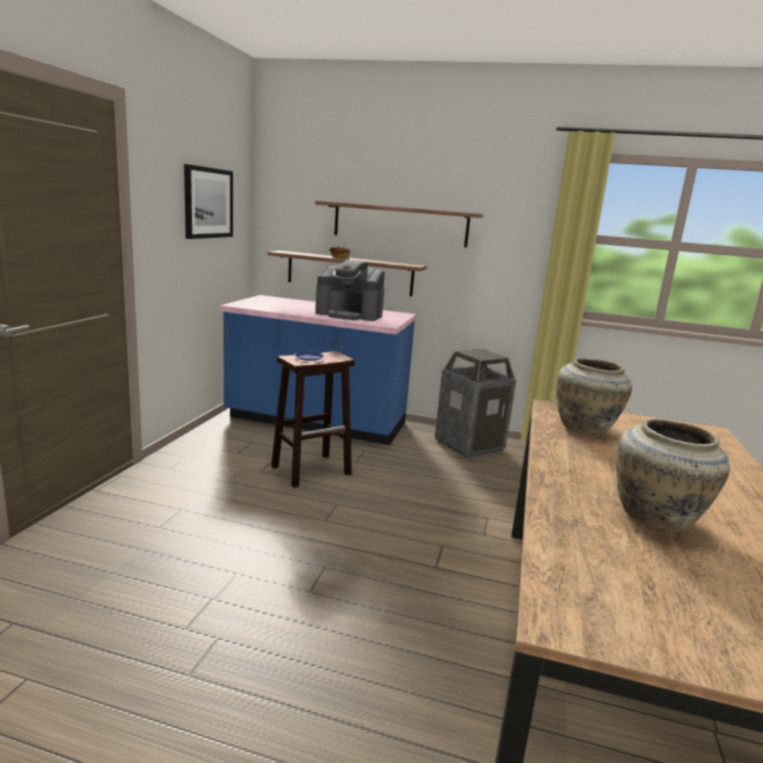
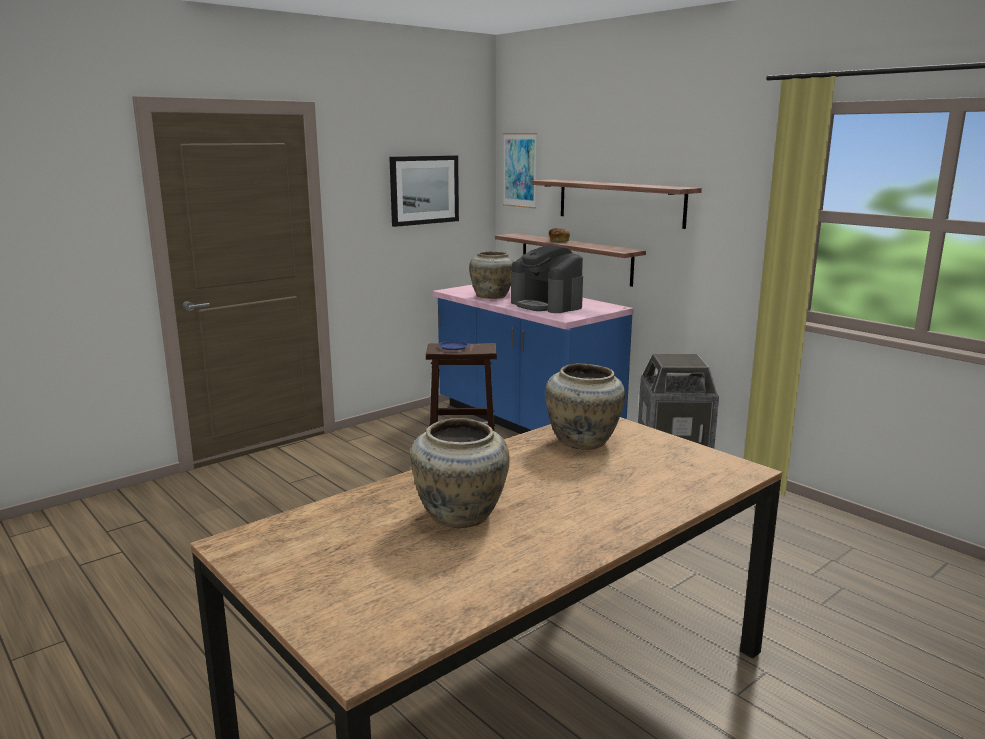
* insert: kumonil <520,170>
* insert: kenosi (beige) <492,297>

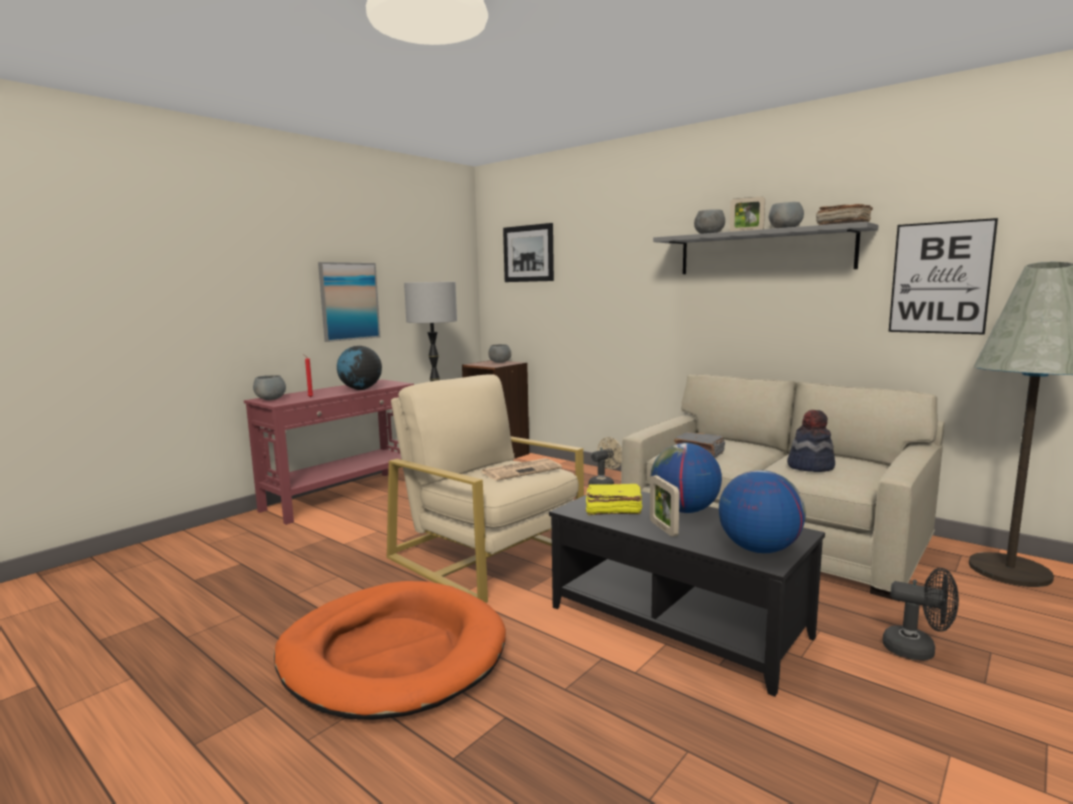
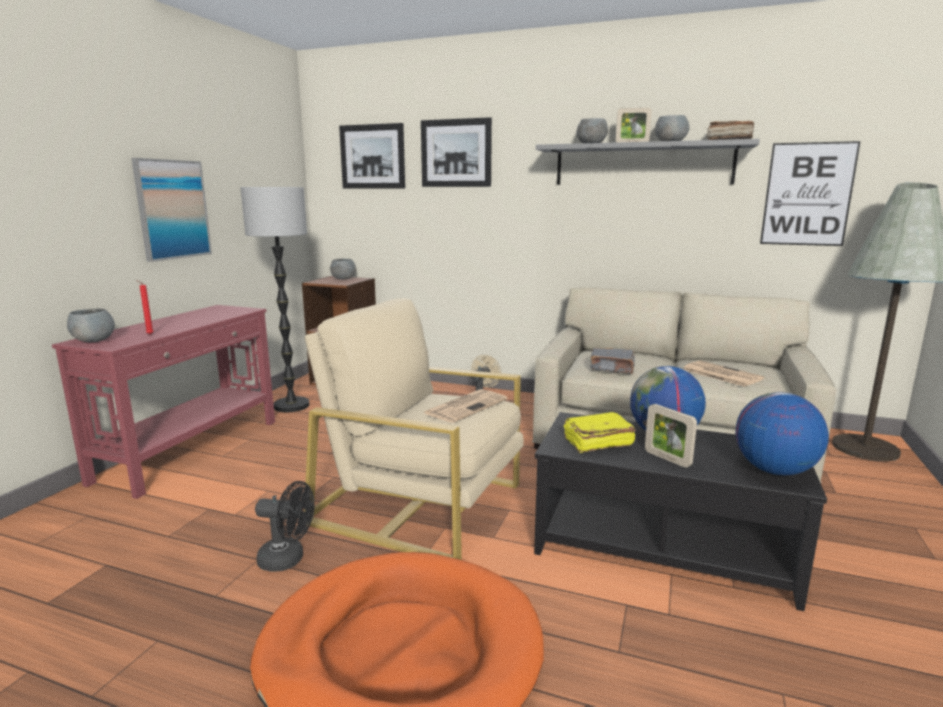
* delete: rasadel <360,389>
* replace: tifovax <810,466> to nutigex <720,374>
* move: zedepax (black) <918,650> to <288,560>
* insert: kumonil <456,153>

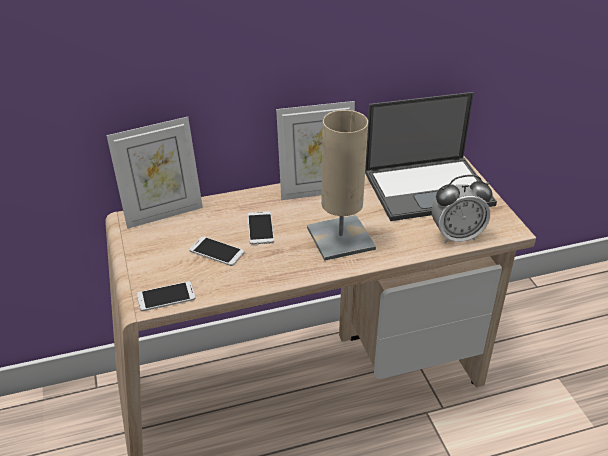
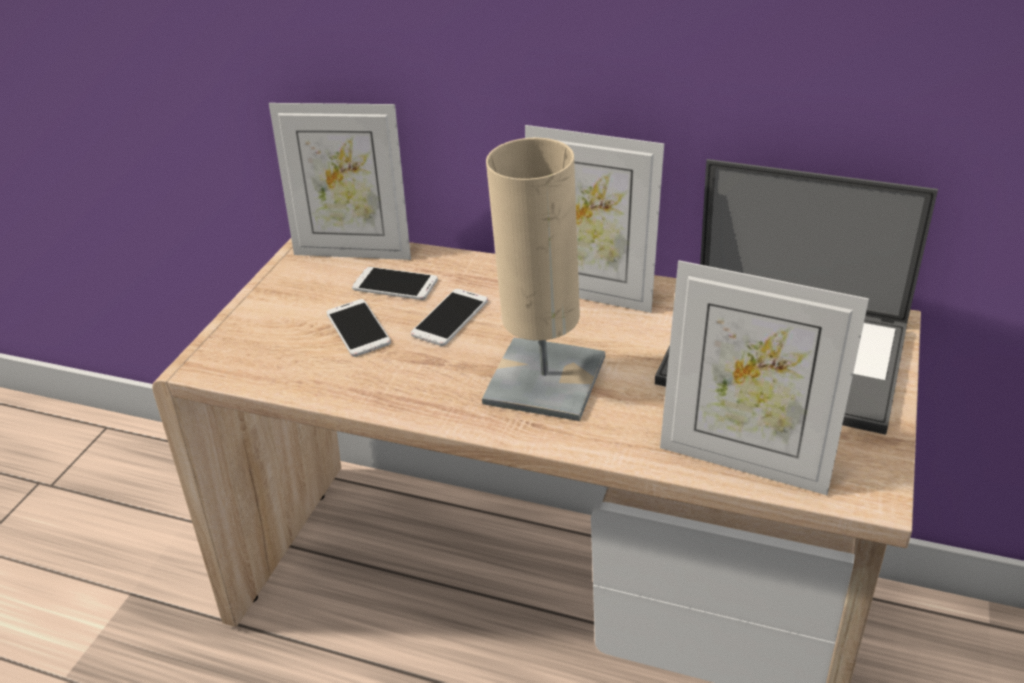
* replace: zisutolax <456,236> to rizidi <745,458>
* move: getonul <166,297> to <395,284>

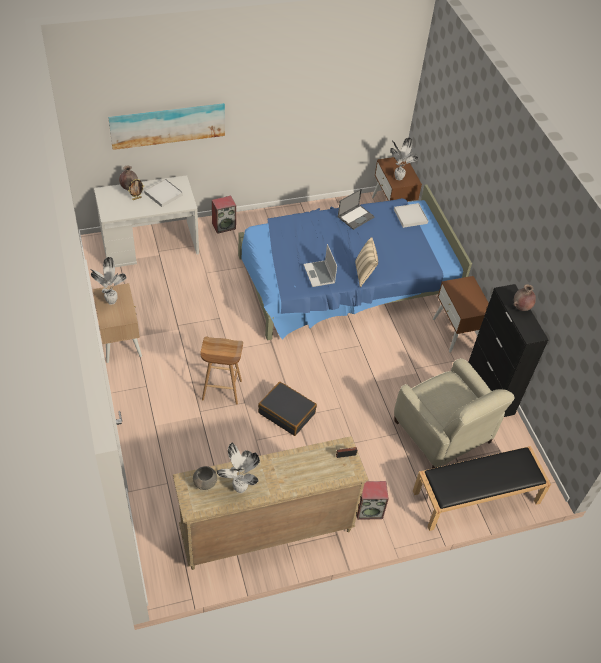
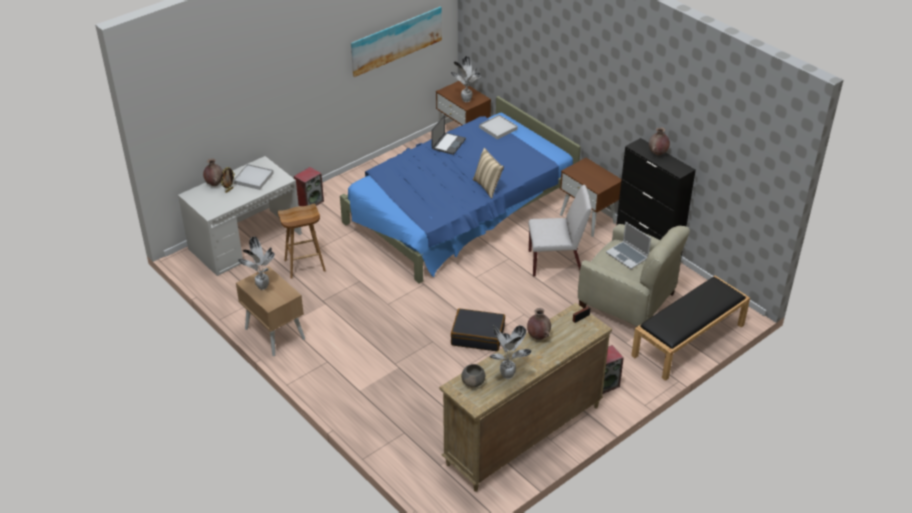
* move: kumonil <167,124> to <395,40>
* move: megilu <319,274> to <628,256>
* move: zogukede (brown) <221,390> to <304,266>
* insert: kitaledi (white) <556,262>
* insert: kenosi (brown) <538,336>

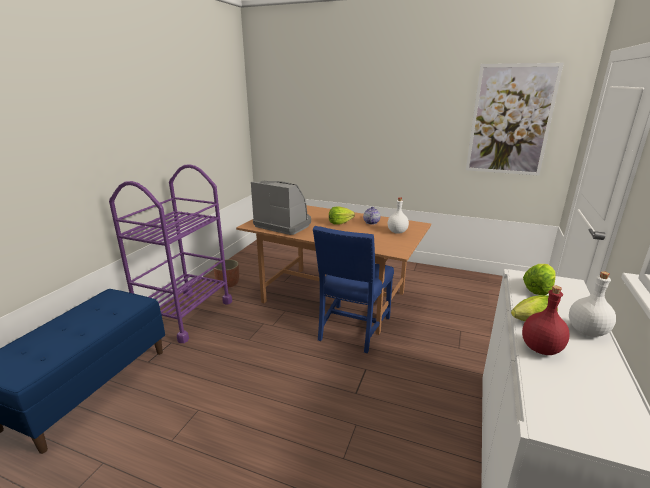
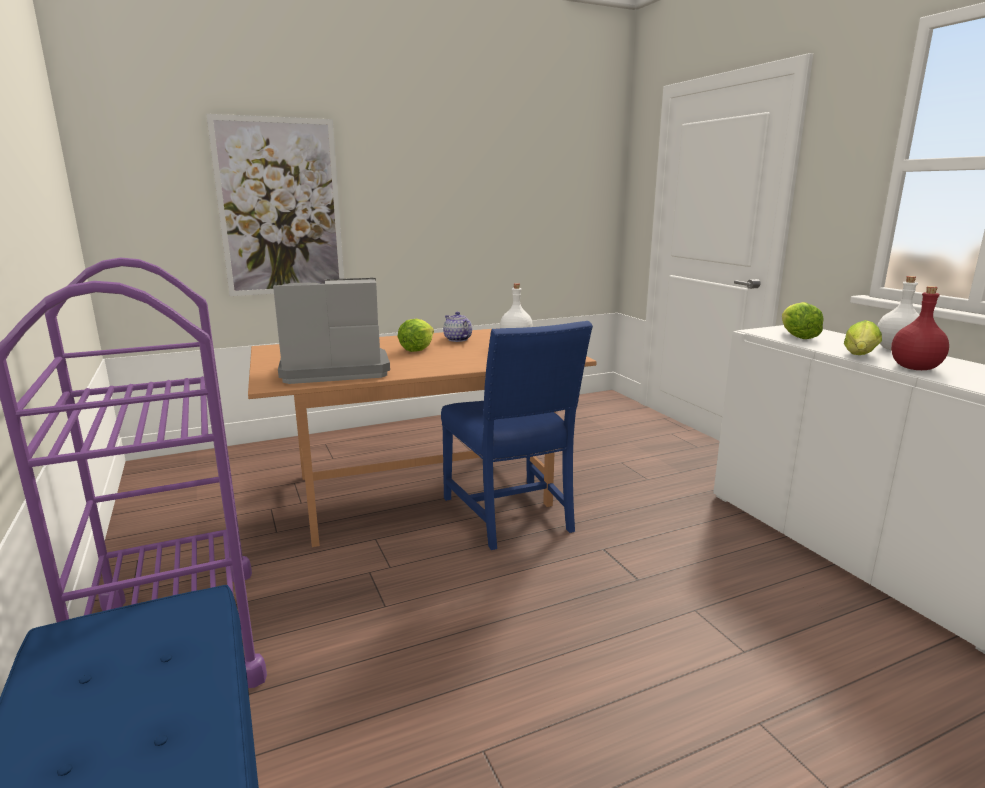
* move: kumonil <510,120> to <280,208>
* delete: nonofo <228,283>

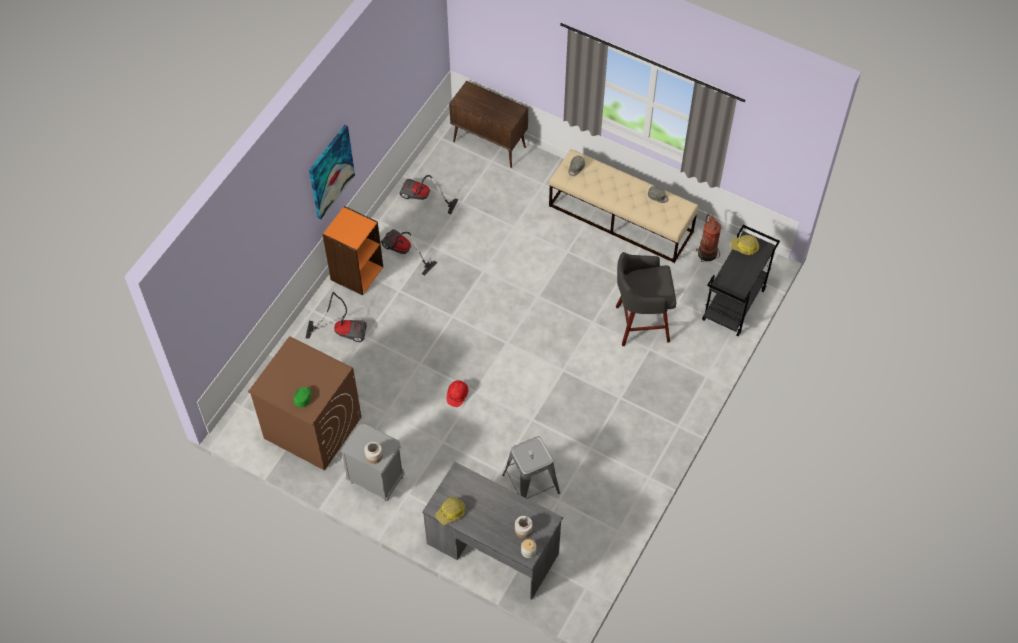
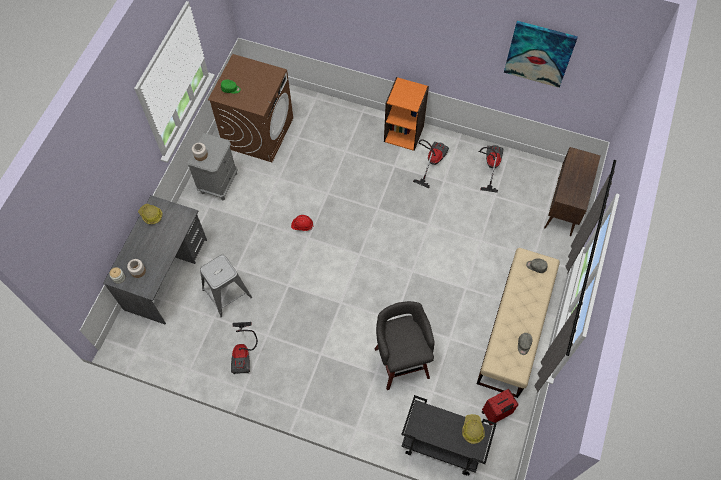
* move: kumonil <331,172> to <539,54>
* replace: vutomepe <707,252> to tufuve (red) <496,413>
* move: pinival <342,330> to <244,353>

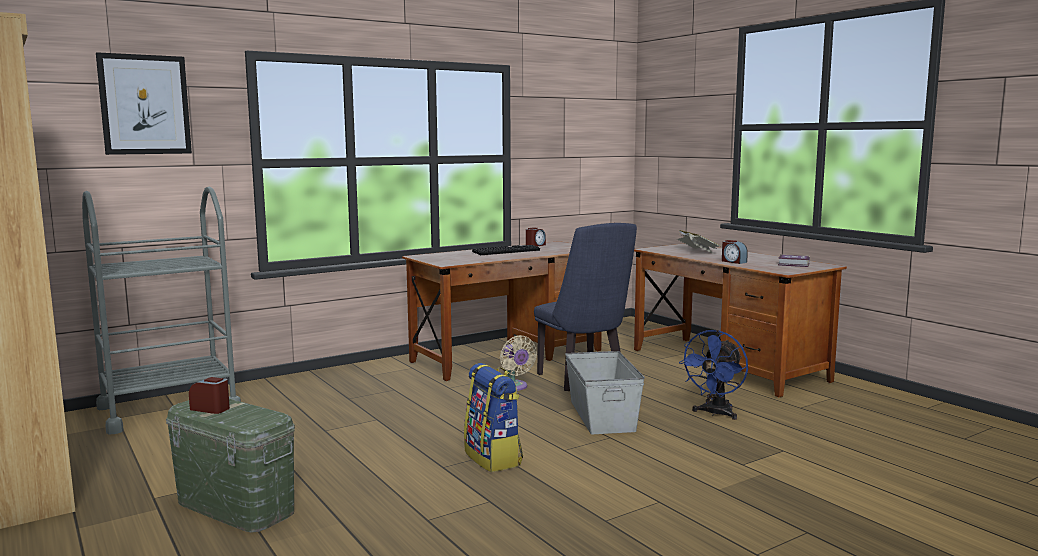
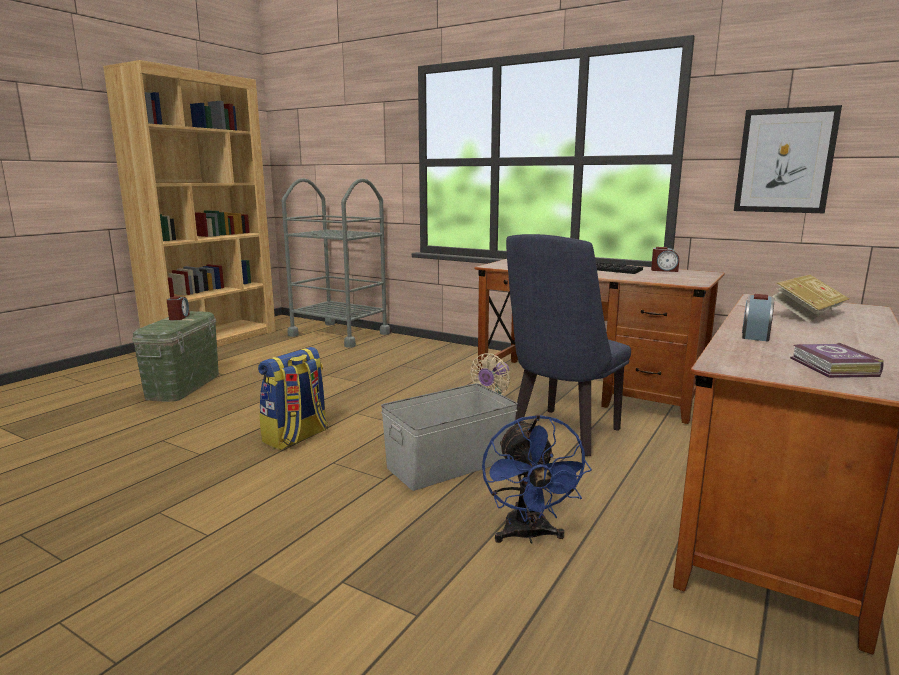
* move: kumonil <145,105> to <785,161>
* rotate: zedepax (blue) <715,414> = <528,536> 105 degrees counterclockwise

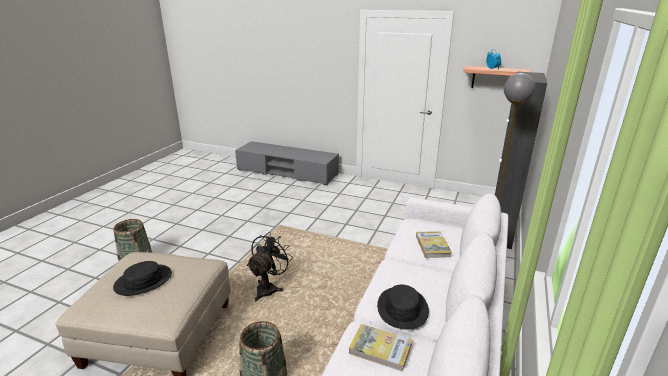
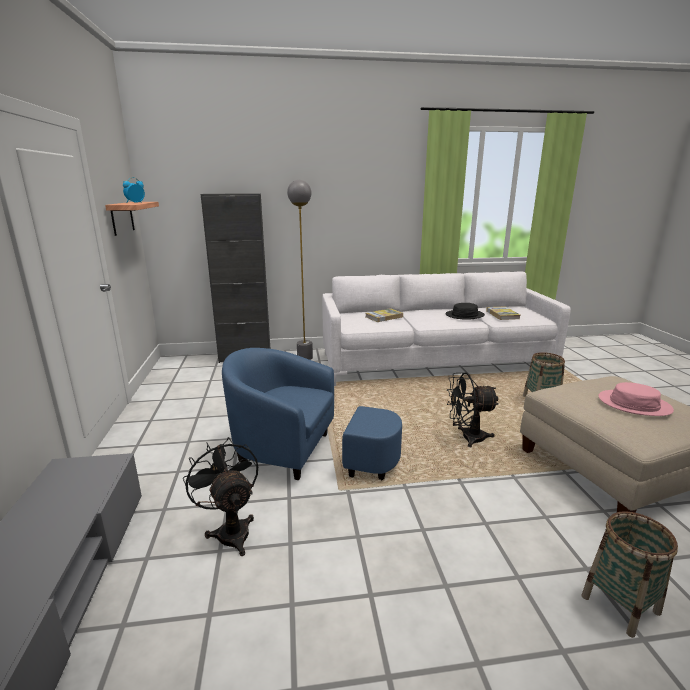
* recolor: tifovax (black) <143,281> to tifovax (pink) <634,404>
* insert: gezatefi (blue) <303,453>
* insert: zedepax (black) <231,530>

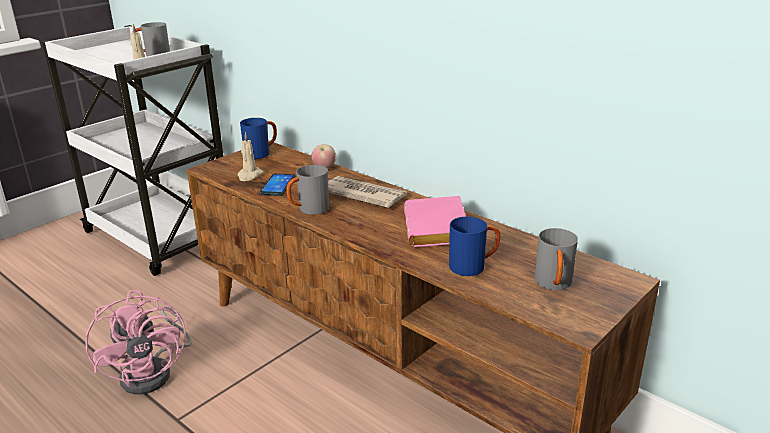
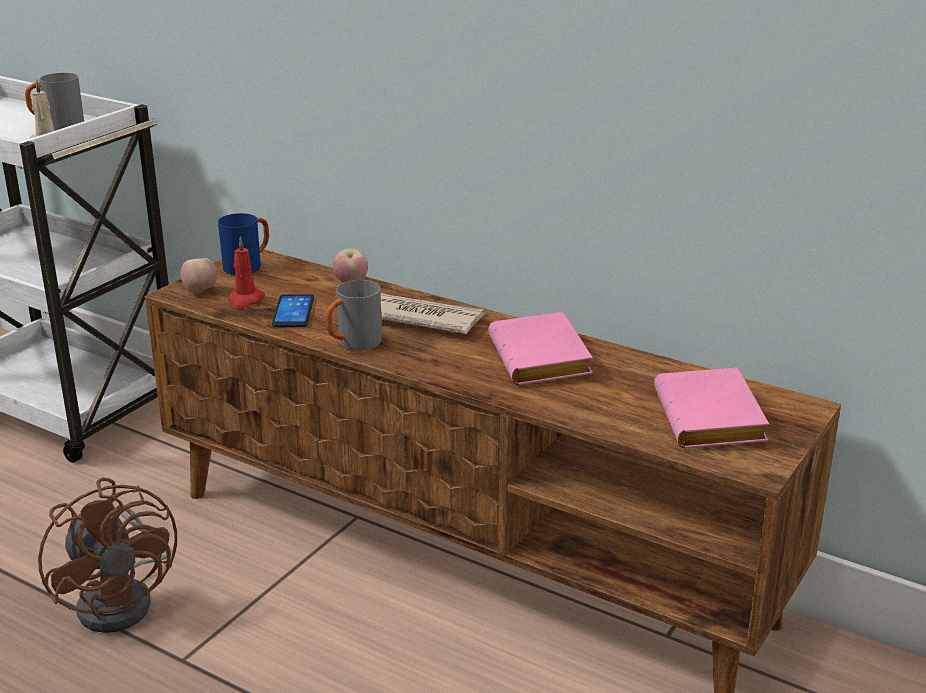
* recolor: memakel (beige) <249,175> to memakel (red) <245,300>
* delete: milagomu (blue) <473,266>
* replace: milagomu (grey) <554,285> to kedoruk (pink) <713,420>
* recolor: zedepax (pink) <154,372> to zedepax (brown) <124,599>
* insert: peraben <200,291>

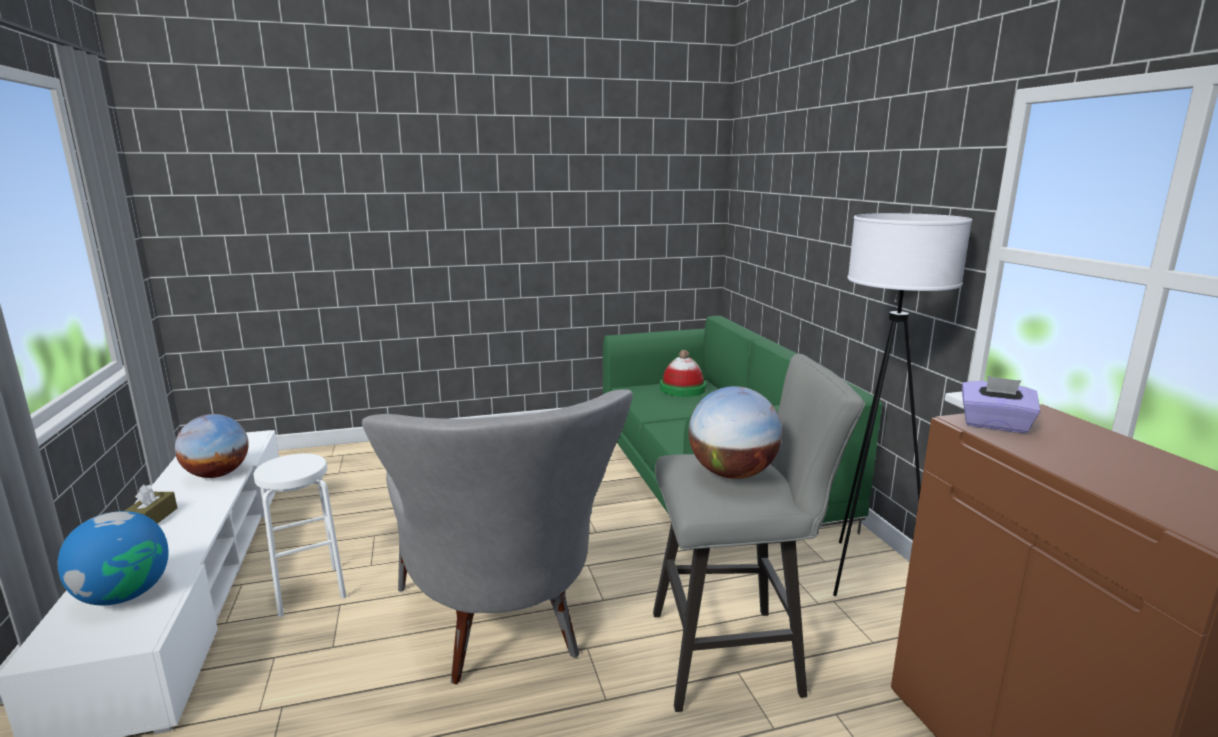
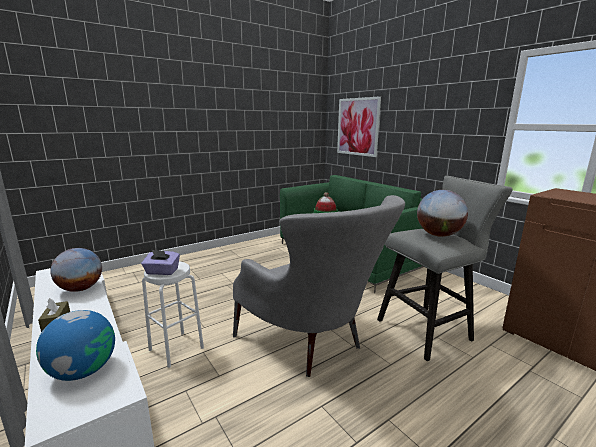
* delete: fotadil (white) <865,572>
* move: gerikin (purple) <994,425> to <162,272>
* insert: kumonil <357,127>

